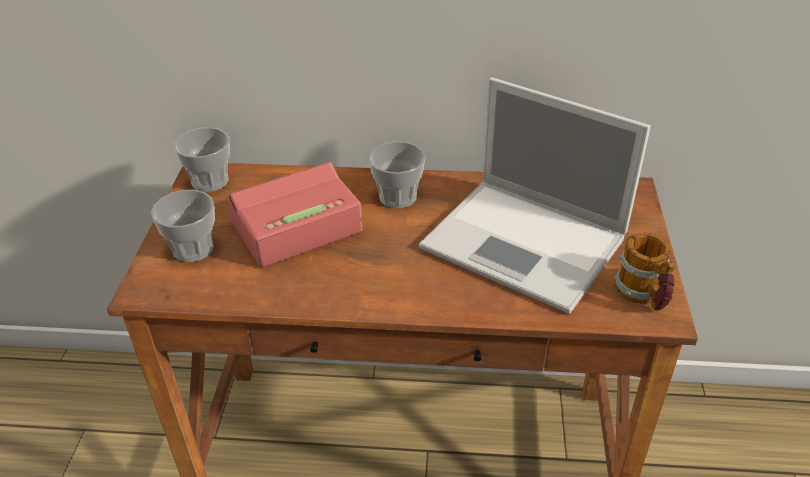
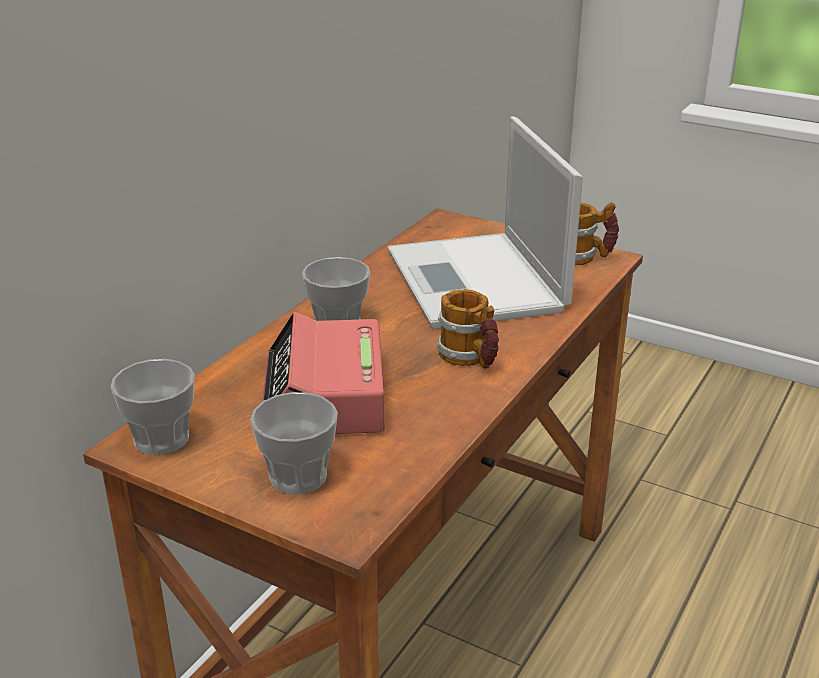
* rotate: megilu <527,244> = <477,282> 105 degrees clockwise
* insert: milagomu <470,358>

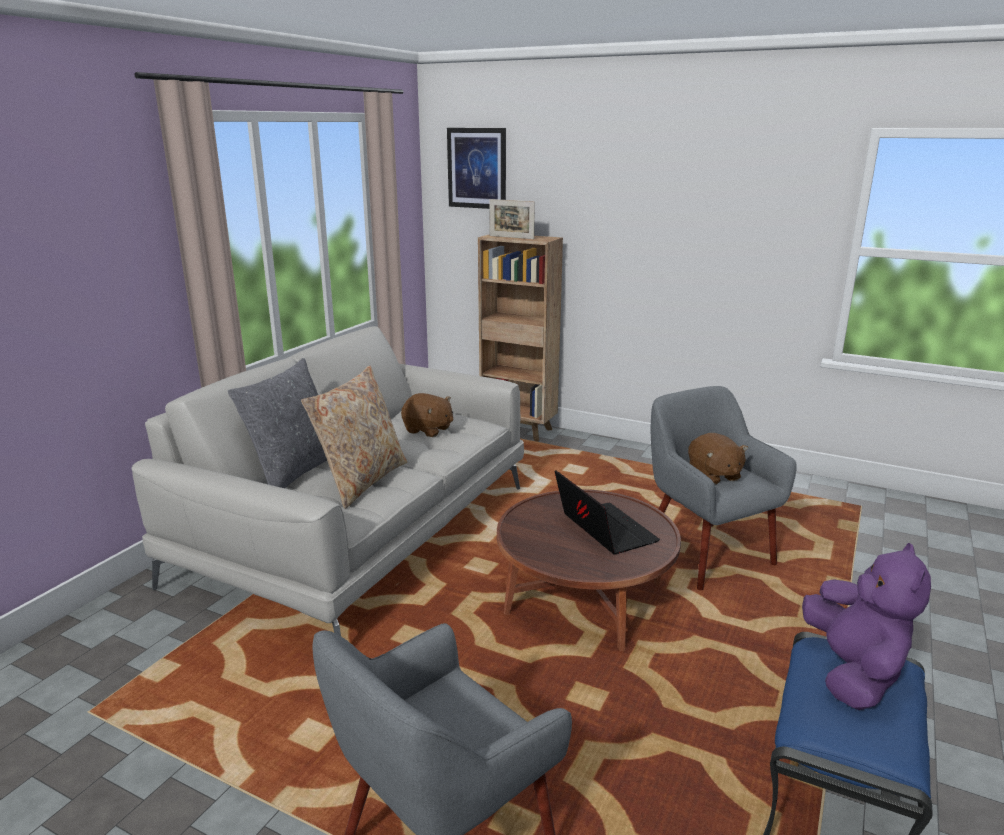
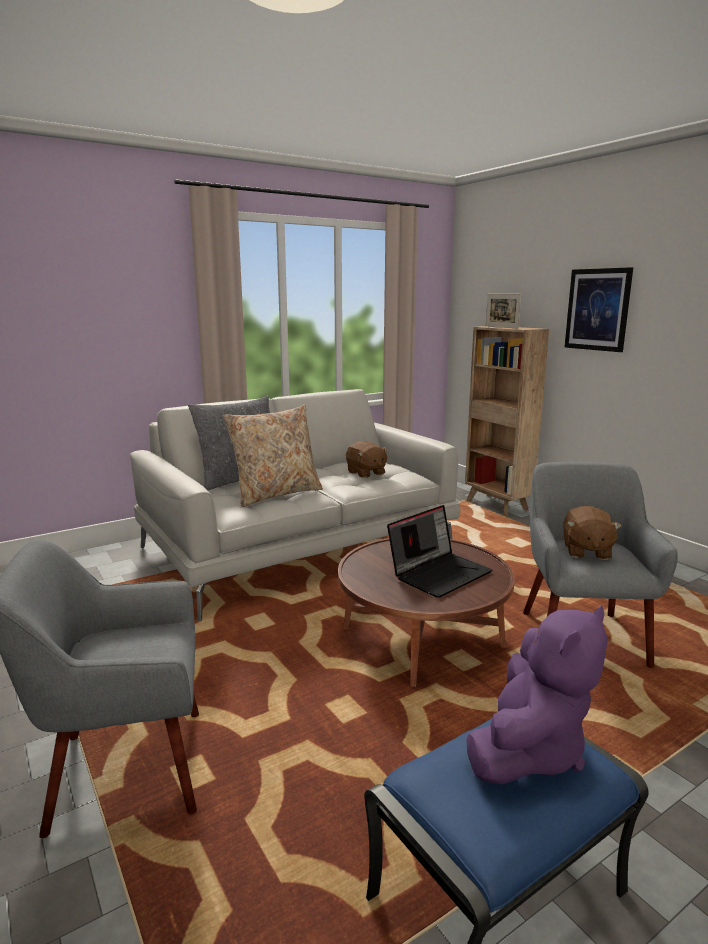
* move: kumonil <477,168> to <597,309>
* rotate: megilu <603,530> = <439,573> 45 degrees clockwise

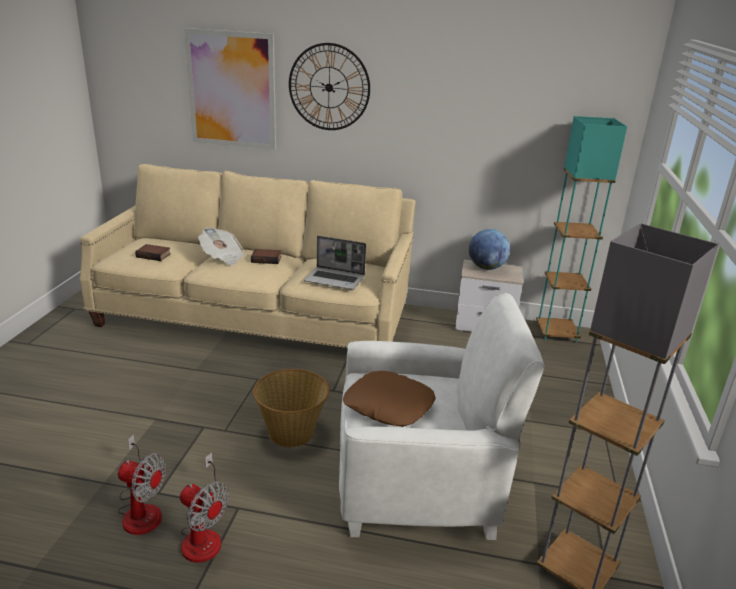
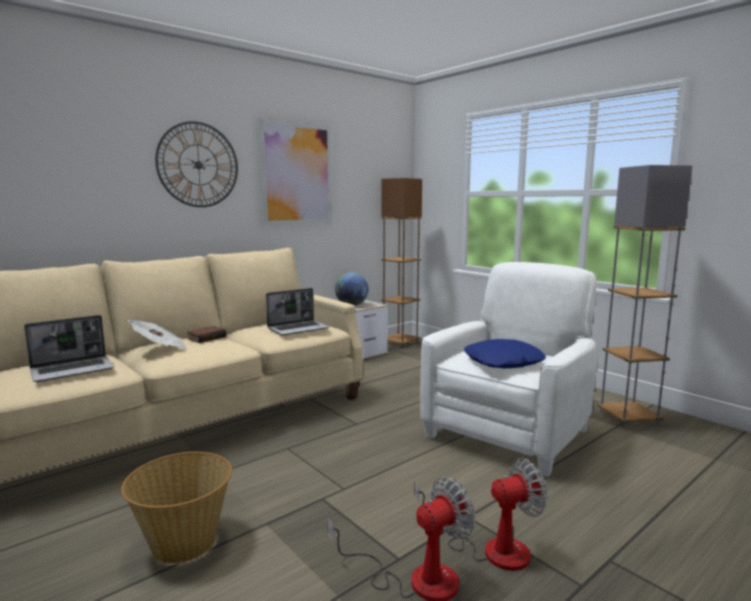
* move: kumonil <232,90> to <296,174>
* recolor: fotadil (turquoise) <556,333> to fotadil (brown) <400,343>
* replace: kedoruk <154,255> to megilu <73,370>
* move: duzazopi <292,432> to <184,541>
* recolor: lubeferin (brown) <388,406> to lubeferin (blue) <503,362>

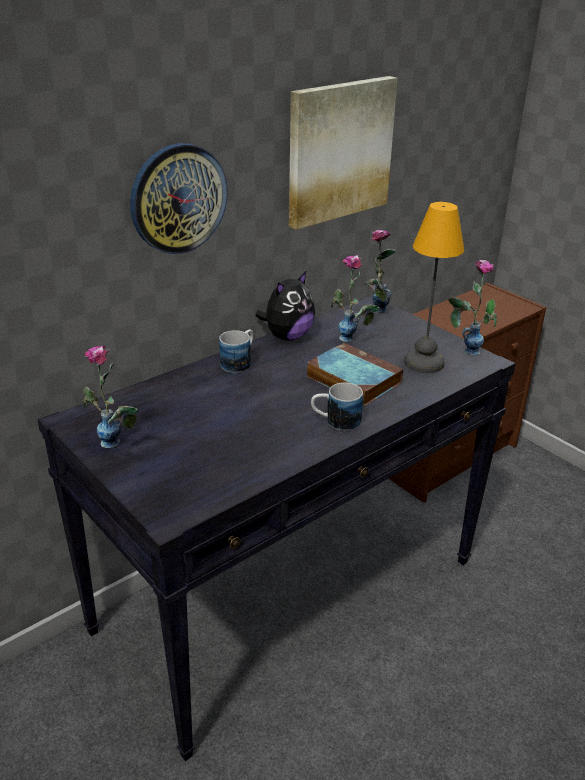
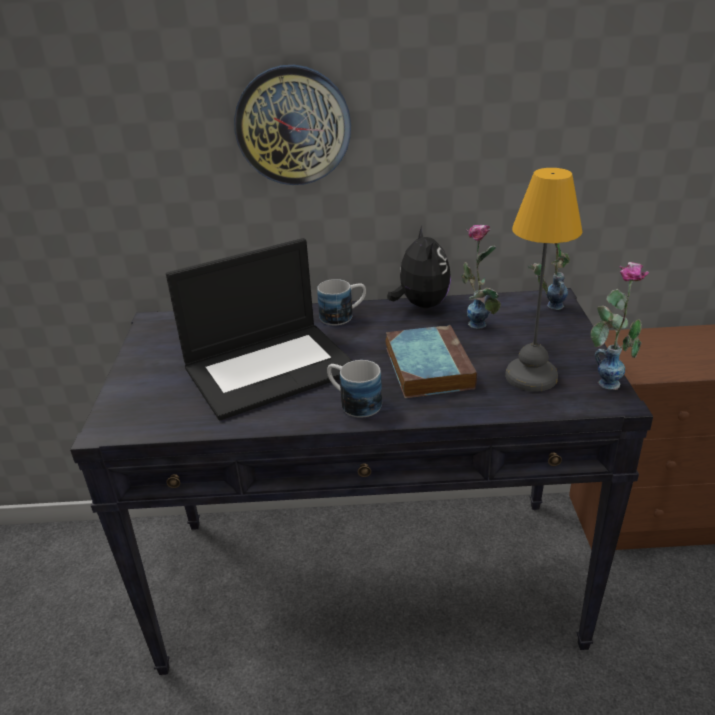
* delete: kumonil <338,151>
* rotate: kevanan <287,336> = <420,305> 90 degrees counterclockwise
* delete: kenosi <115,449>
* insert: megilu <271,368>

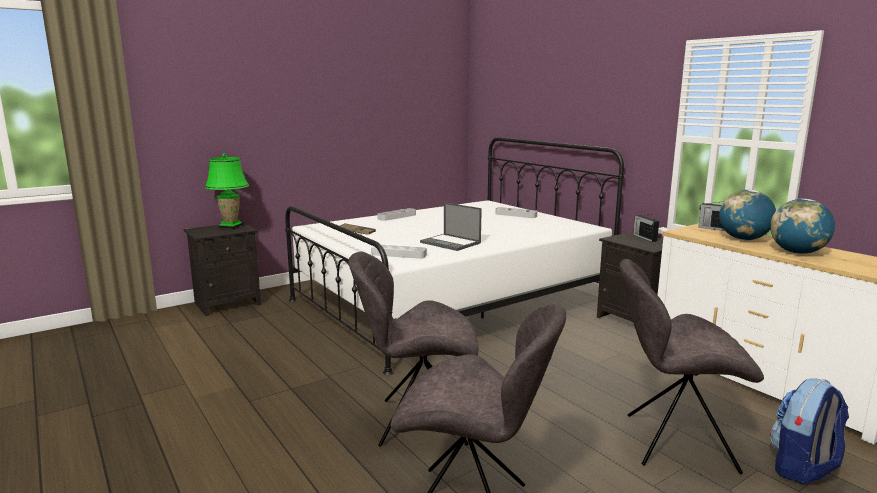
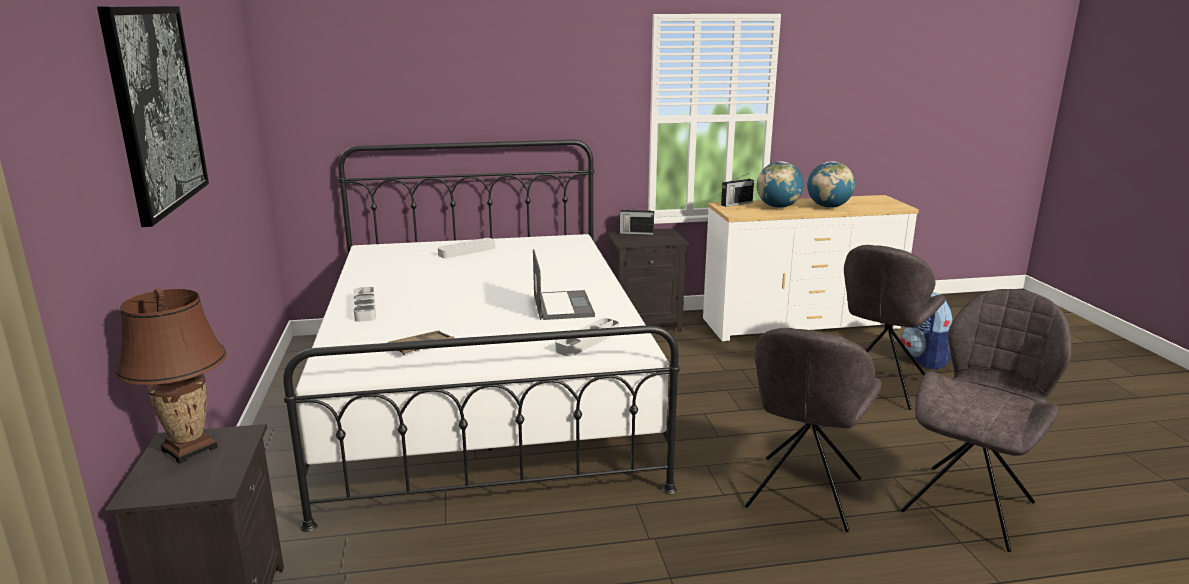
* recolor: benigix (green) <231,227> to benigix (brown) <189,449>
* rotate: megilu <451,243> = <562,305> 75 degrees counterclockwise
* insert: kumonil <156,108>

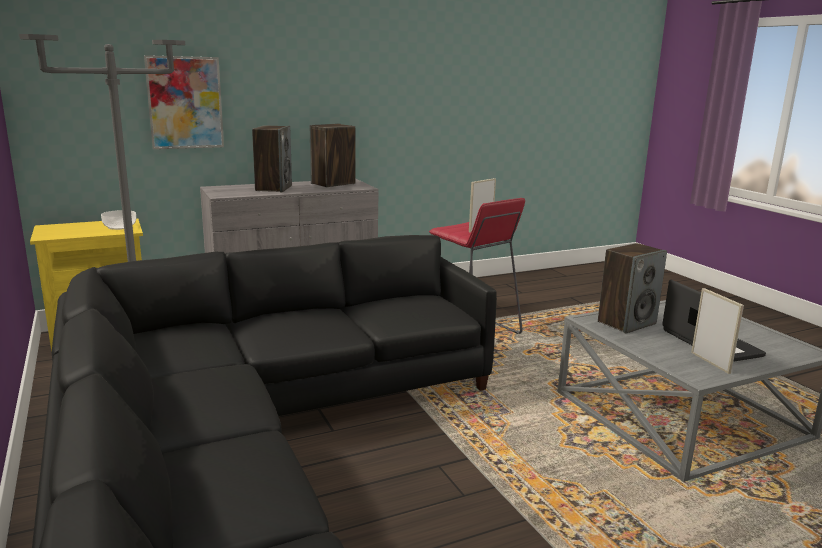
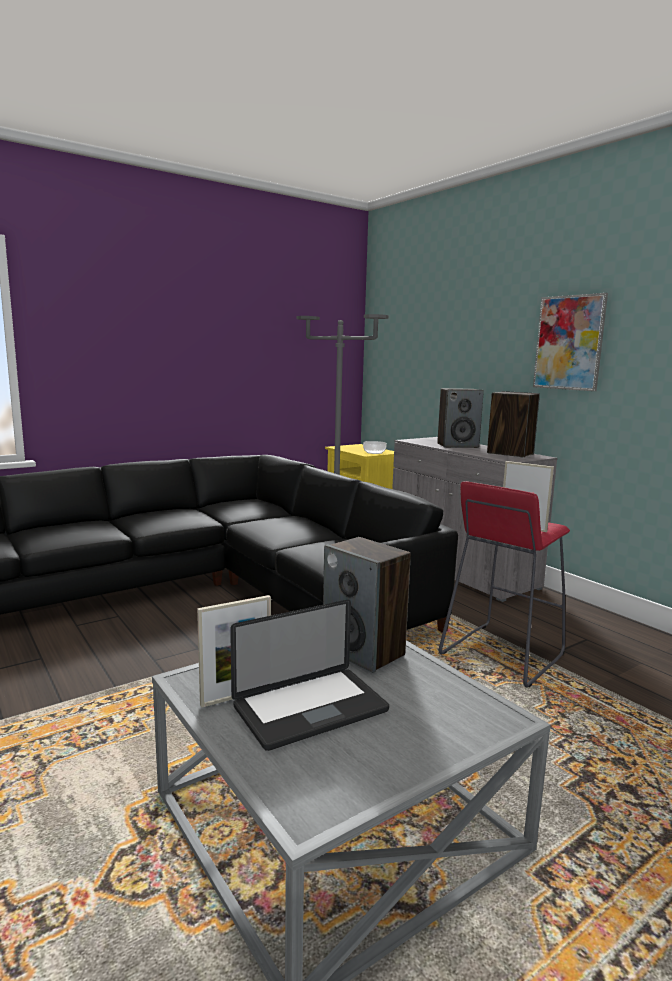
* move: kumonil <185,103> to <569,343>

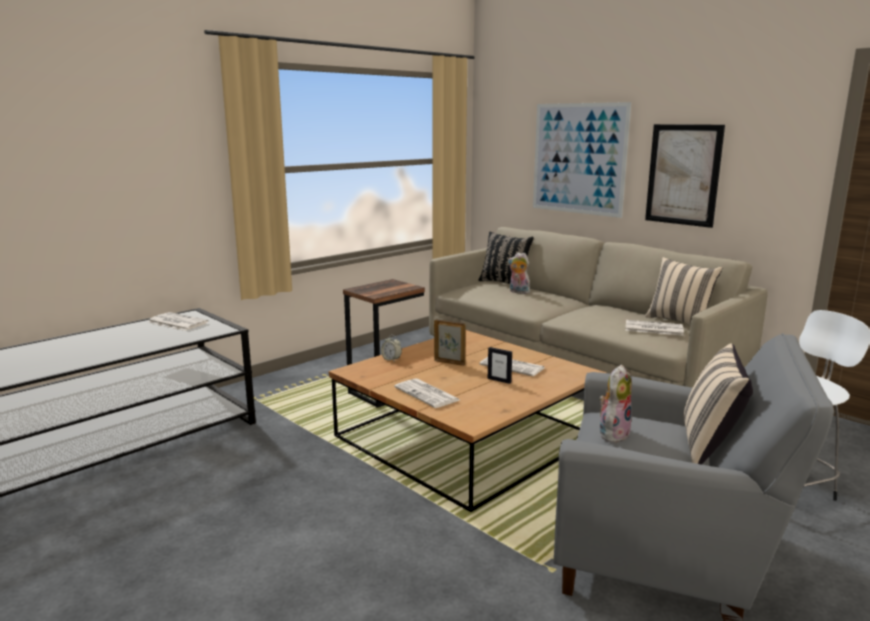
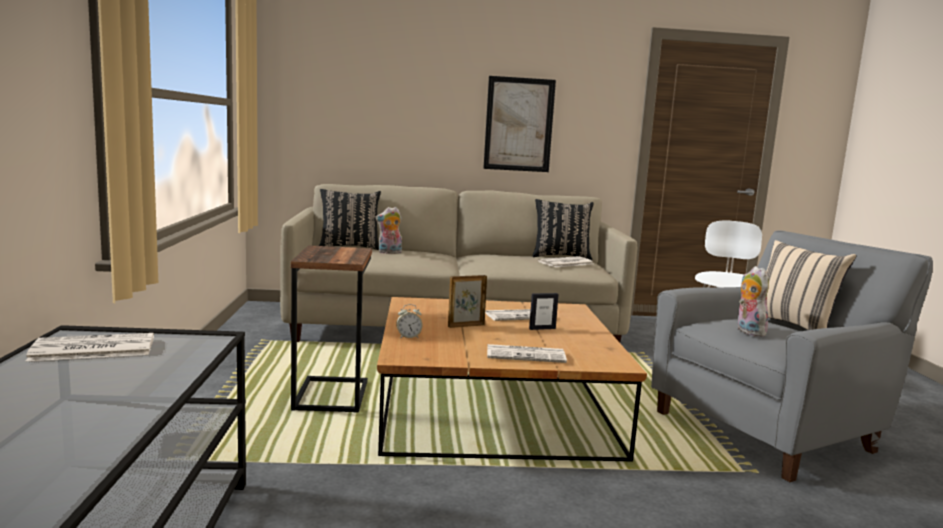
* delete: kumonil <578,159>
* recolor: lubeferin (beige) <679,322> to lubeferin (black) <560,256>

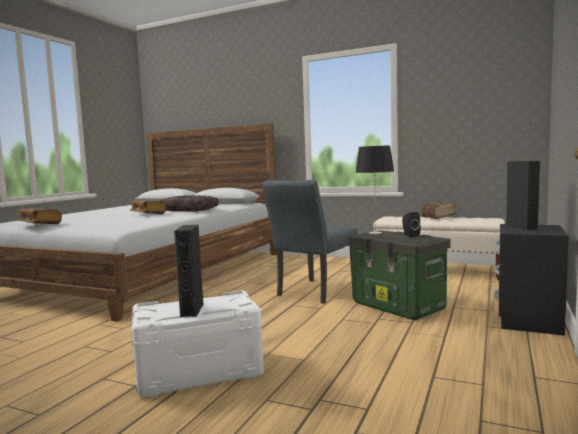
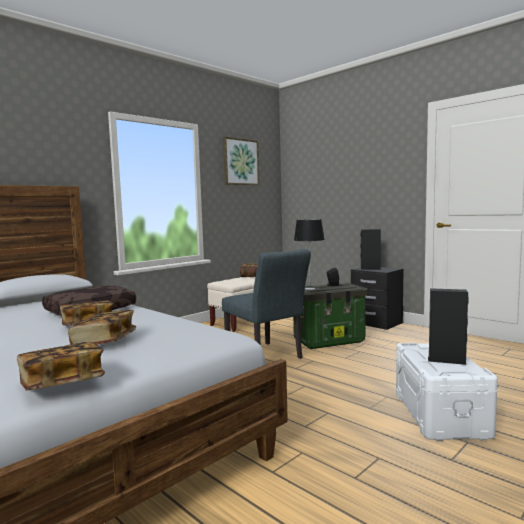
* insert: kumonil <240,162>
* insert: kedoruk <105,342>

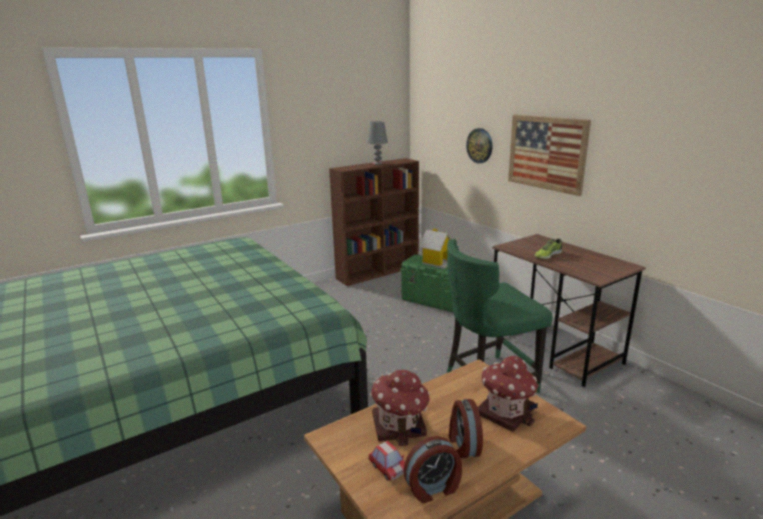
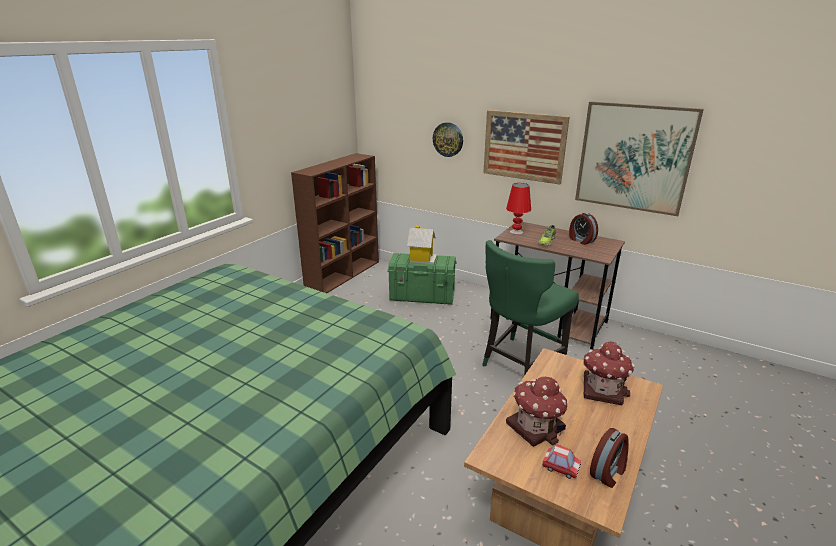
* delete: benigix (grey) <378,163>
* move: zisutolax <463,445> to <581,240>
* insert: kumonil <634,157>
* insert: benigix (red) <516,232>

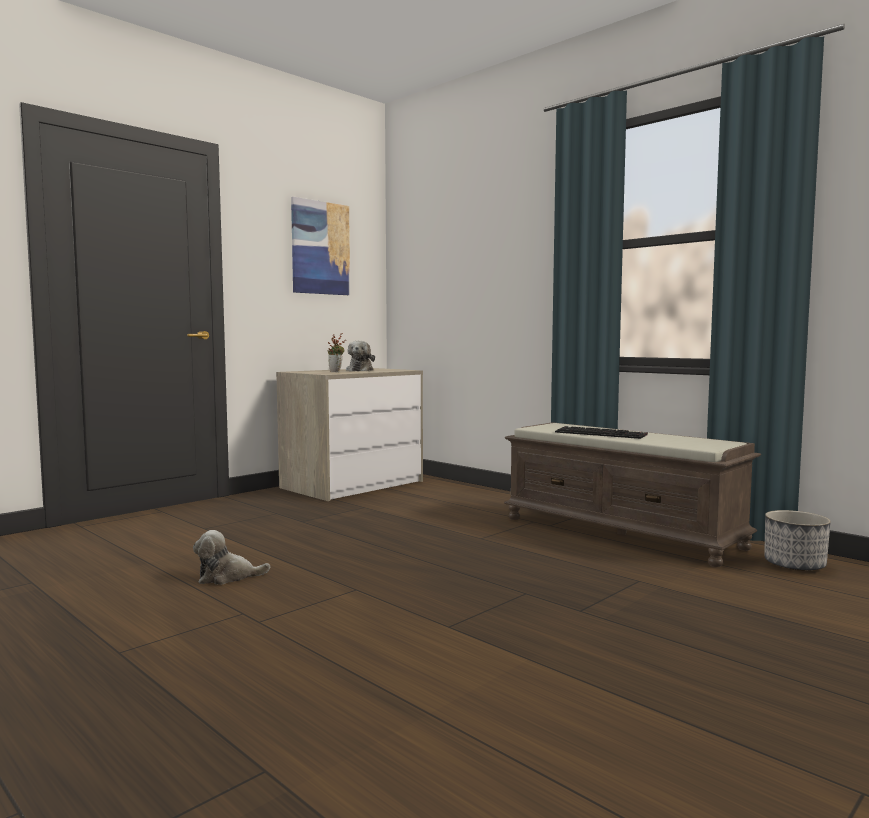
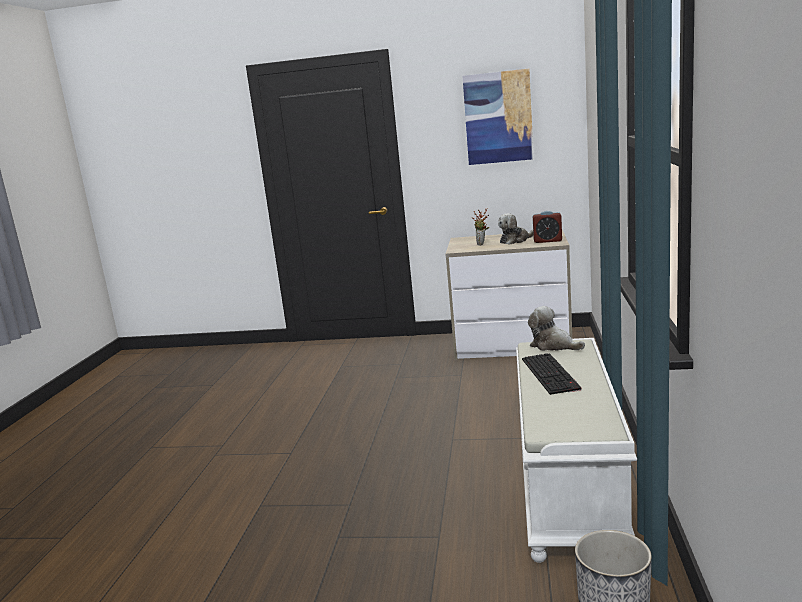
* recolor: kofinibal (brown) <622,533> to kofinibal (white) <570,483>
* move: kevanan <227,577> to <553,345>
* insert: zisutolax <547,241>

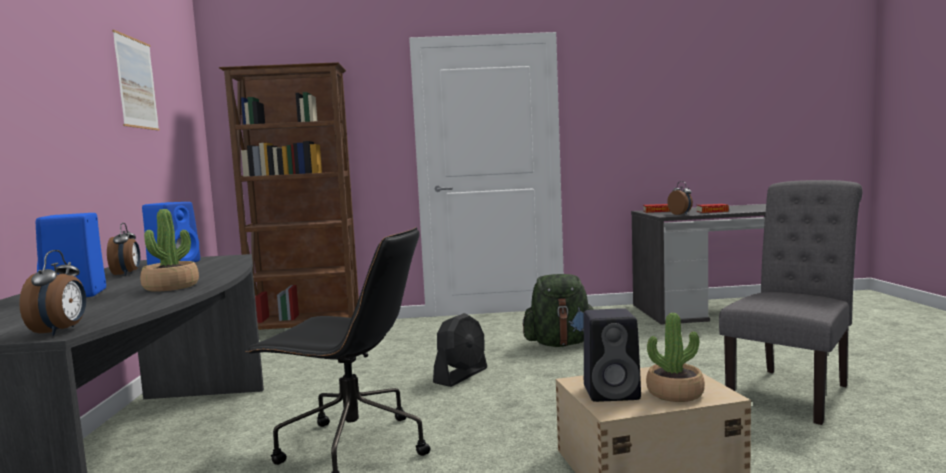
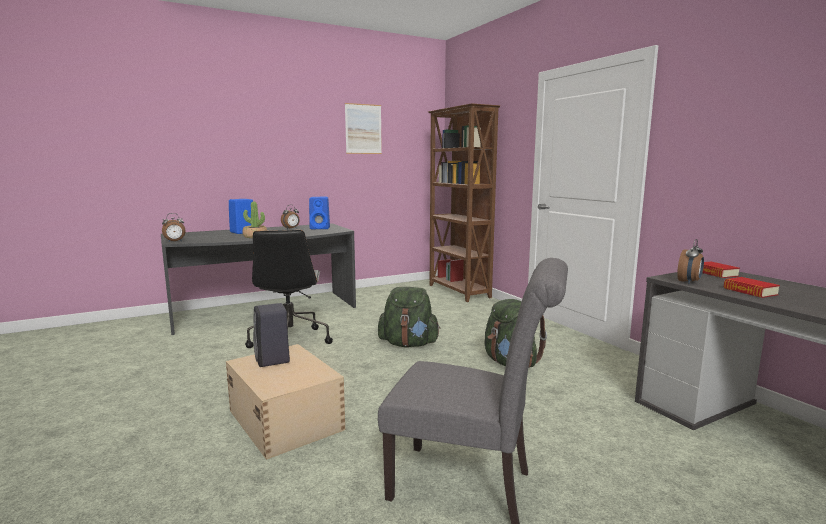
* replace: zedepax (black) <461,375> to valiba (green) <409,344>
* delete: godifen <675,393>

